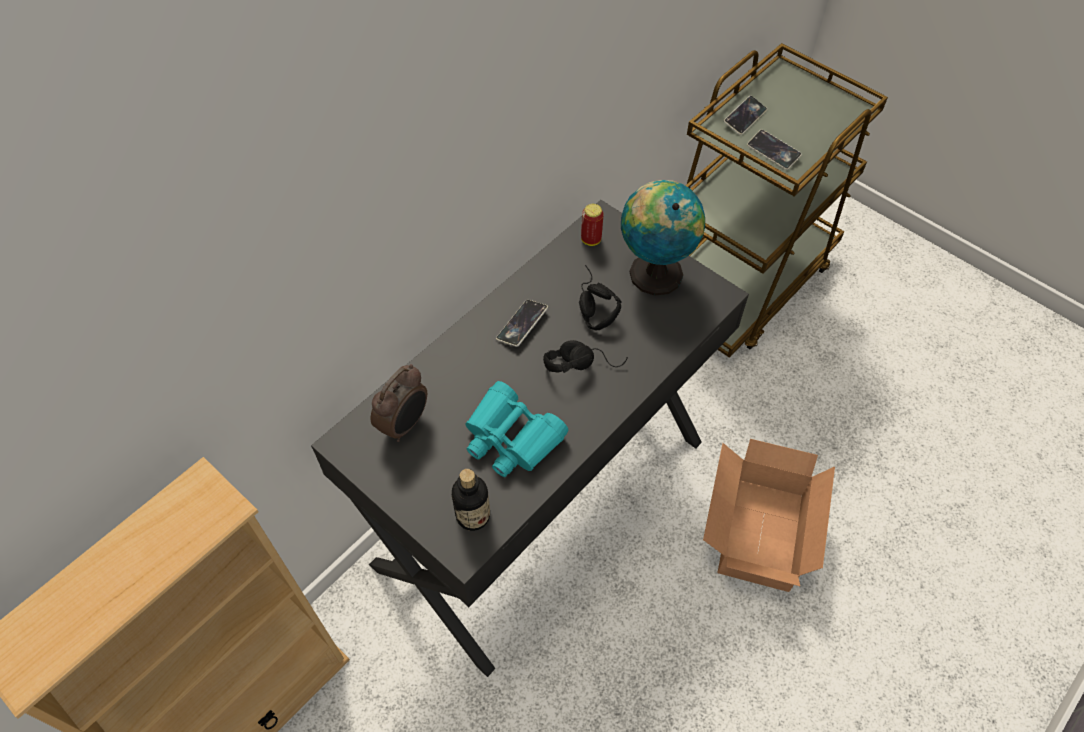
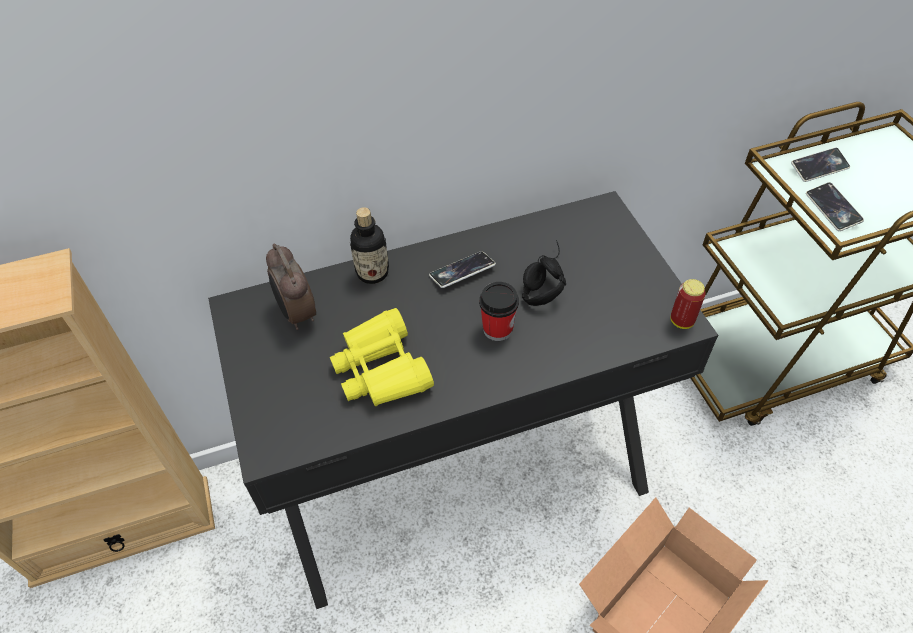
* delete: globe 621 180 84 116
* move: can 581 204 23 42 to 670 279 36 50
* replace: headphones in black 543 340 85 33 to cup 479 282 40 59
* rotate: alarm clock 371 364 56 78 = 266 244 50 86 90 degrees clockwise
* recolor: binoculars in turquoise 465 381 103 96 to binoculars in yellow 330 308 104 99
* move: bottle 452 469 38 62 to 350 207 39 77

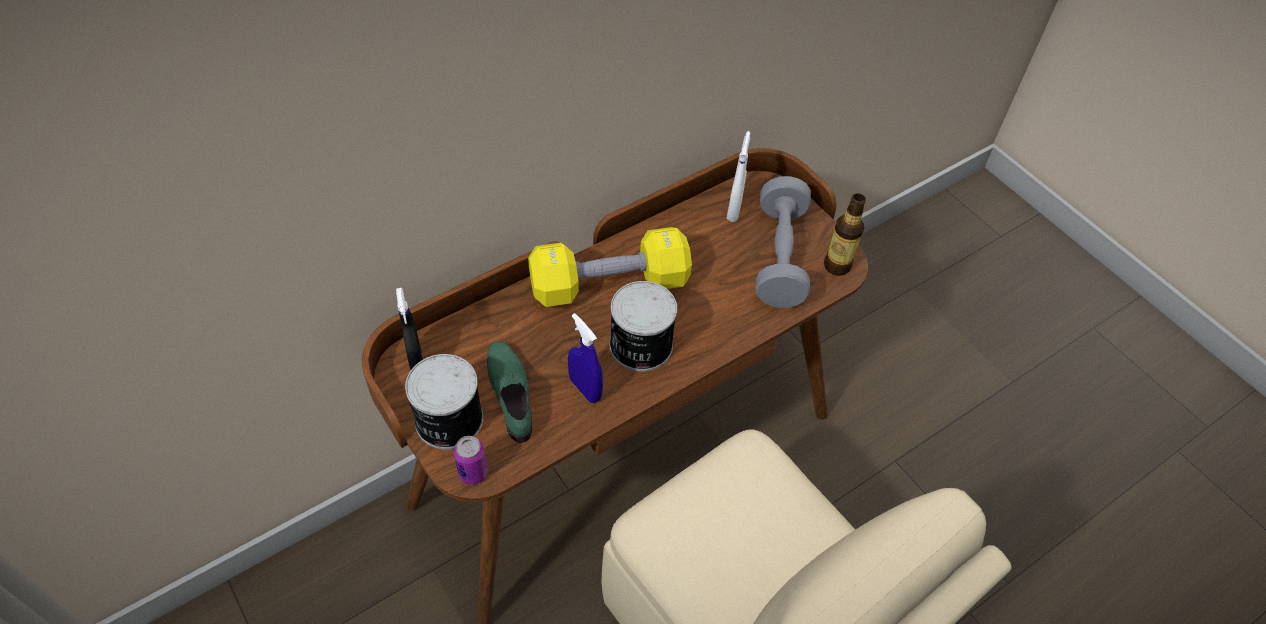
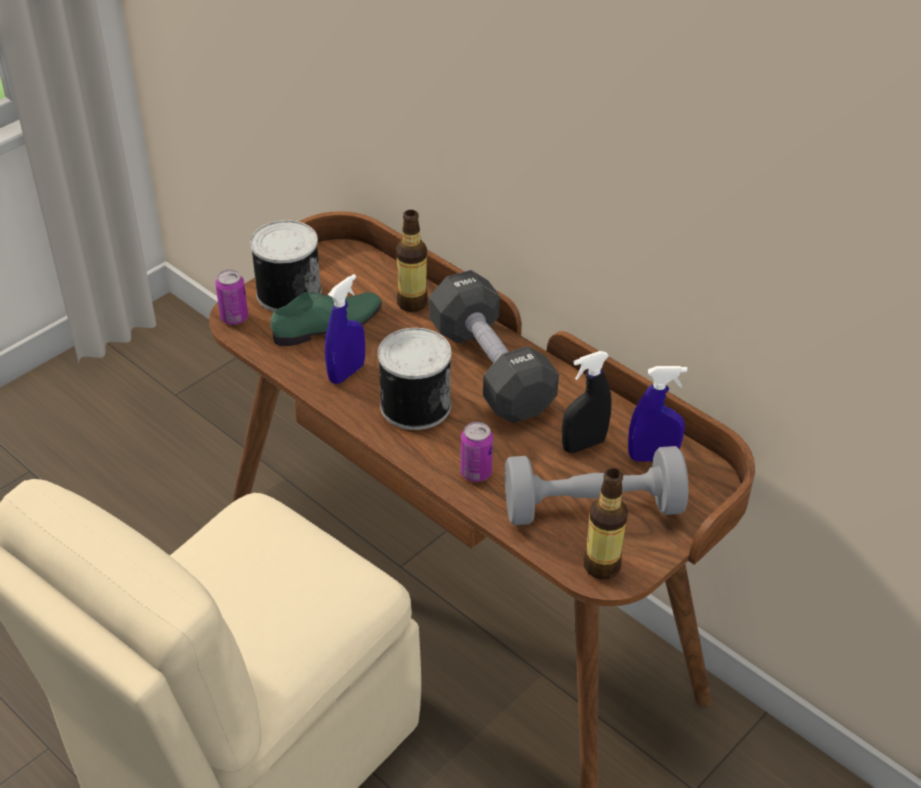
* recolor: spray bottle in white 727 131 23 91 to spray bottle in blue 628 366 60 96
* recolor: dumbbell in yellow 528 227 164 80 to dumbbell in black 429 270 130 153
* move: spray bottle in black 396 288 27 82 to 562 351 50 102
* insert: bottle 396 210 32 102
* insert: can 461 422 32 60

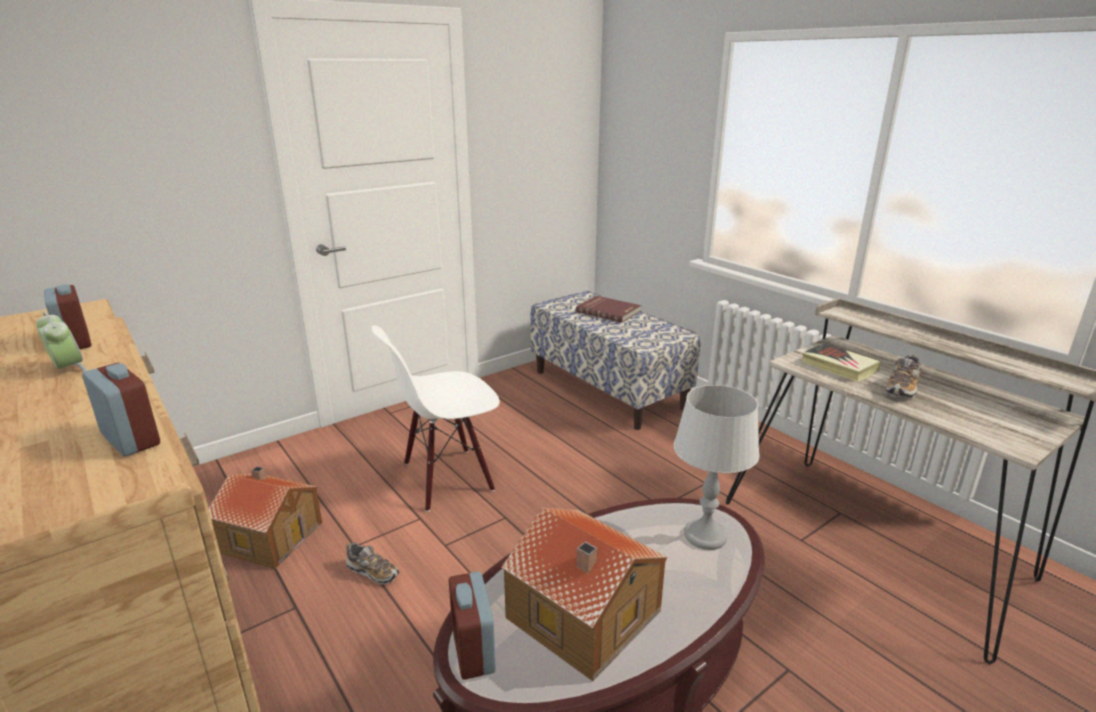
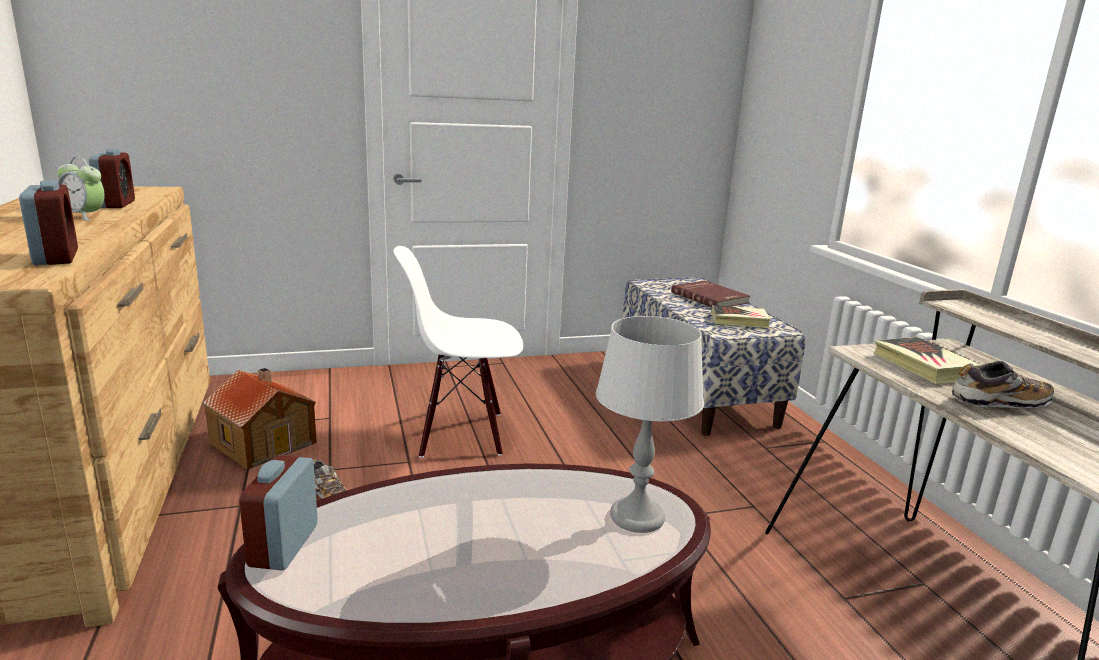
* rotate: alarm clock 36 311 52 61 = 57 157 48 64 135 degrees clockwise
* rotate: shoe 886 355 35 43 = 951 361 103 47 150 degrees counterclockwise
* delete: toy house 501 508 166 173
* insert: book 711 305 60 23

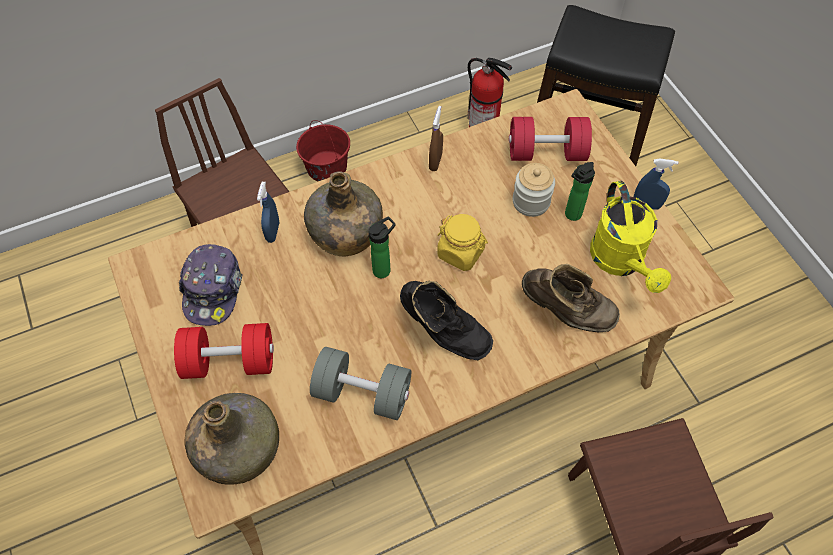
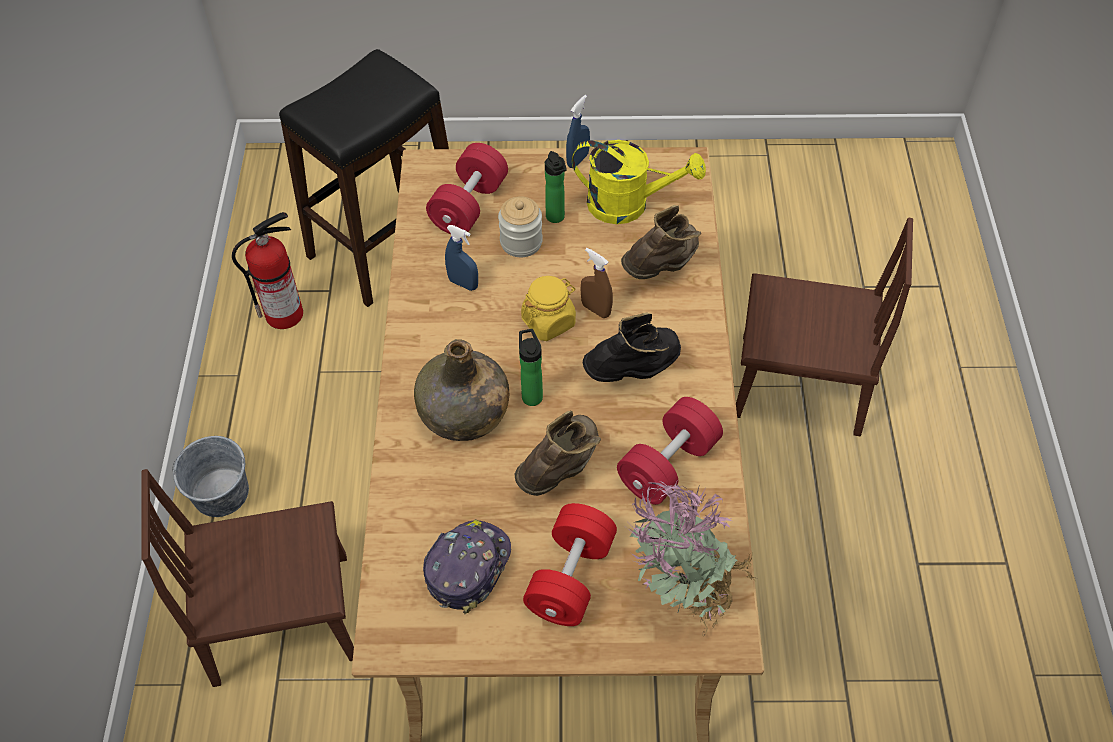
* move: spray bottle in brown 429 106 14 65 to 581 248 32 70
* recolor: bucket in red 296 120 54 61 to bucket in grey 172 436 77 81
* move: spray bottle in blue 257 182 22 61 to 445 225 33 66
* rotate: cap 179 244 63 82 = 423 519 88 95 90 degrees counterclockwise
* recolor: dumbbell in grey 310 347 101 73 to dumbbell in red 617 397 106 108
* replace: bottle in green 185 393 94 92 to potted plant 627 479 128 157
* insert: boot in brown 515 411 86 85

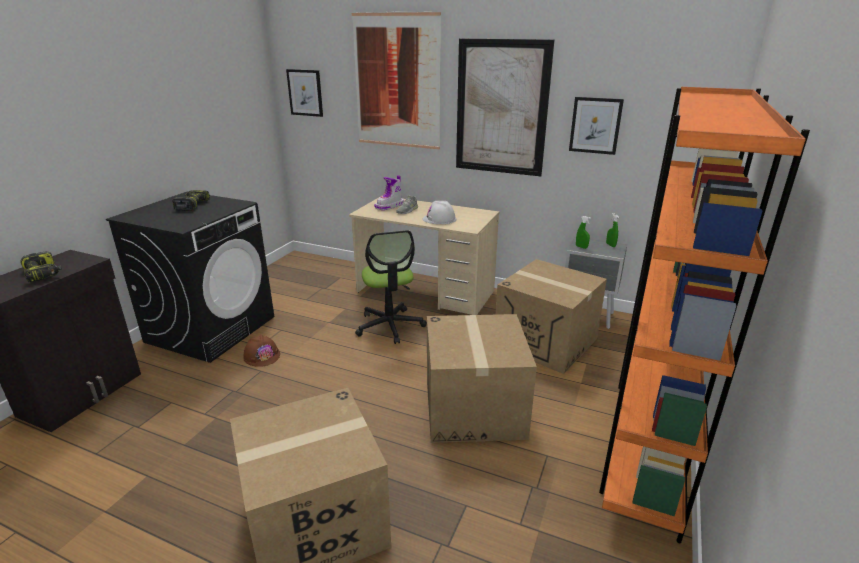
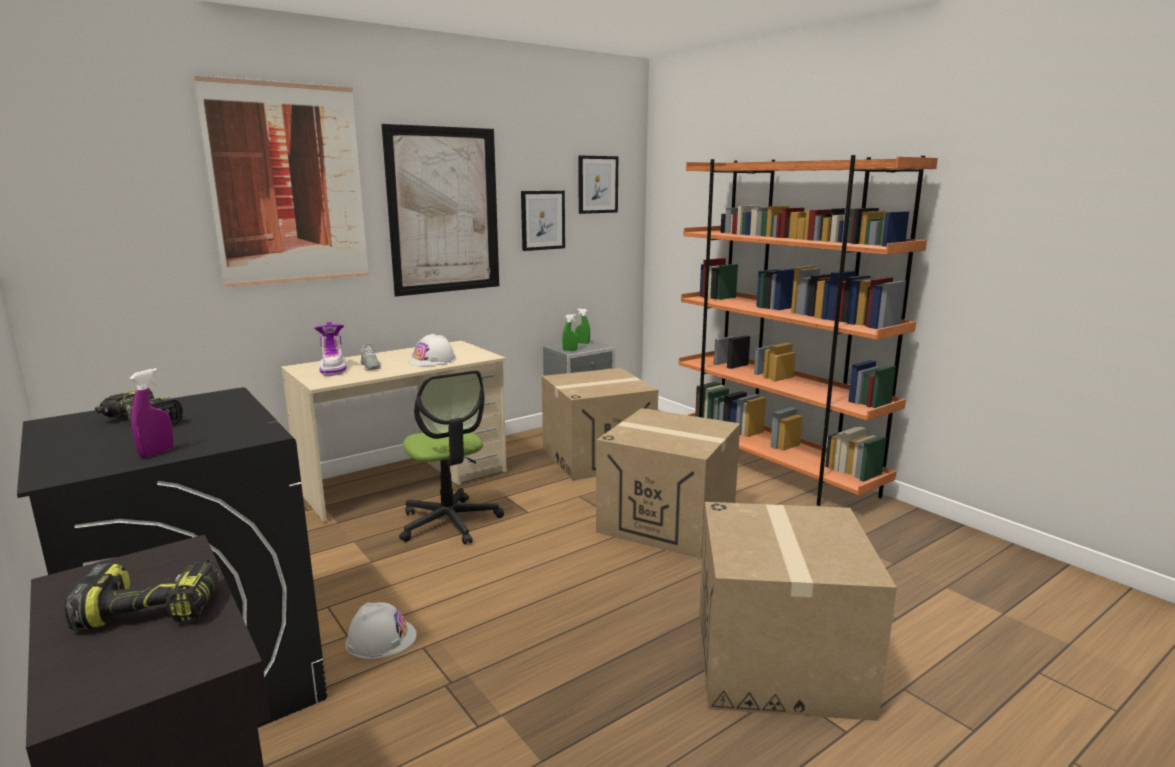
* move: picture 286 69 37 48 to 578 156 40 58
* rotate: office chair 355 230 72 114 = 399 370 105 175 45 degrees clockwise
* recolor: hard hat in brown 243 334 37 33 to hard hat in white 345 602 72 57
* insert: spray bottle in purple 130 368 43 90

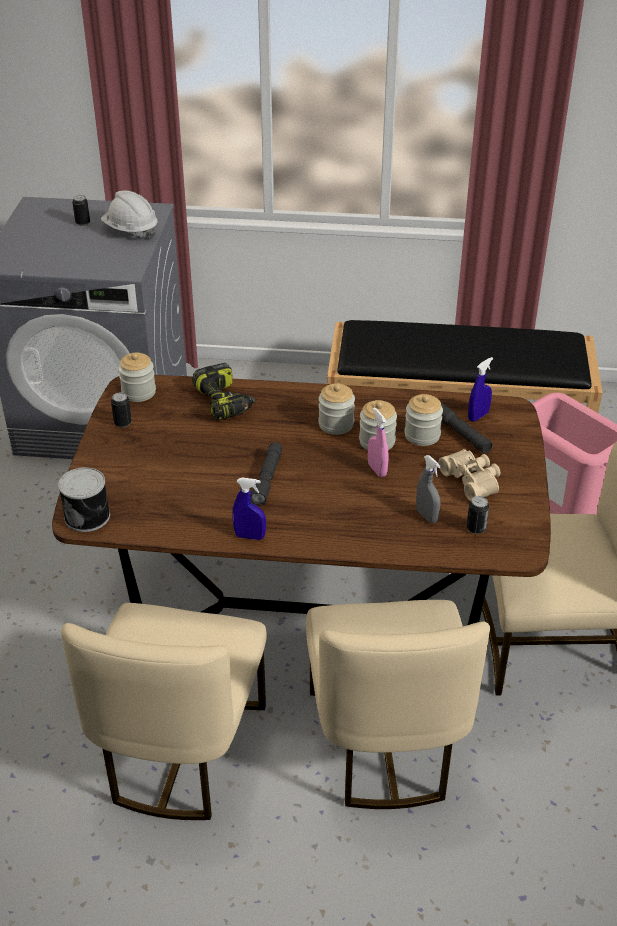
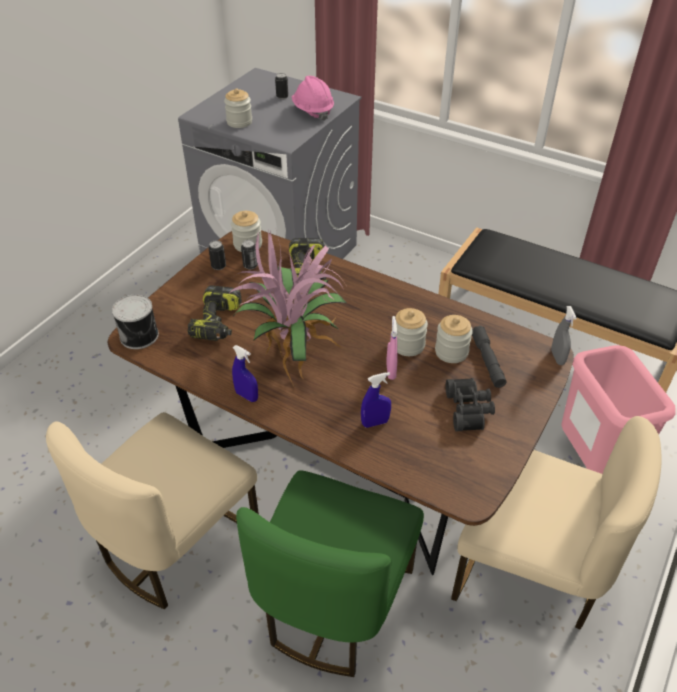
* recolor: hard hat in white 101 191 56 48 to hard hat in pink 292 76 42 45
* move: spray bottle in blue 468 357 25 65 to 361 372 30 56
* move: jar 318 383 37 52 to 224 88 28 40
* replace: flashlight in grey 250 442 32 64 to potted plant 229 230 118 156
* recolor: binoculars in beige 438 449 62 52 to binoculars in black 446 378 49 53
* move: spray bottle in grey 416 455 25 68 to 551 306 26 59
* move: can 467 496 22 38 to 241 240 17 29
* recolor: chair in beige 306 600 184 209 to chair in green 236 470 188 207
* insert: power drill 188 285 54 56

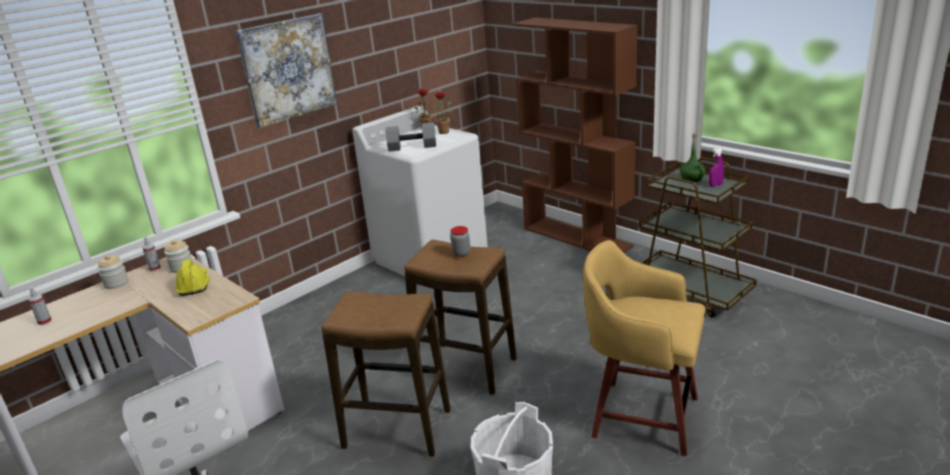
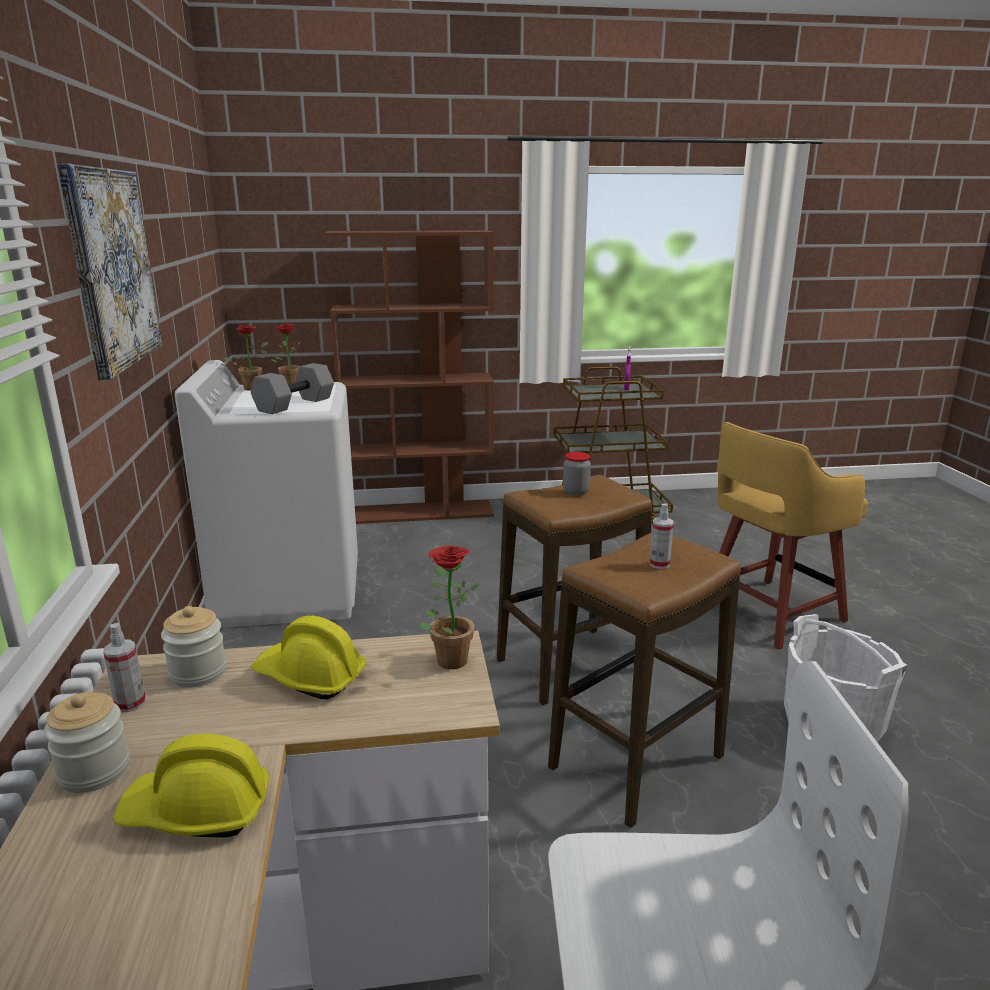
* delete: bottle in green 680 133 26 49
* move: spray bottle 28 287 24 38 to 650 503 24 66
* insert: potted plant 420 545 59 124
* insert: hard hat in yellow 114 734 156 104

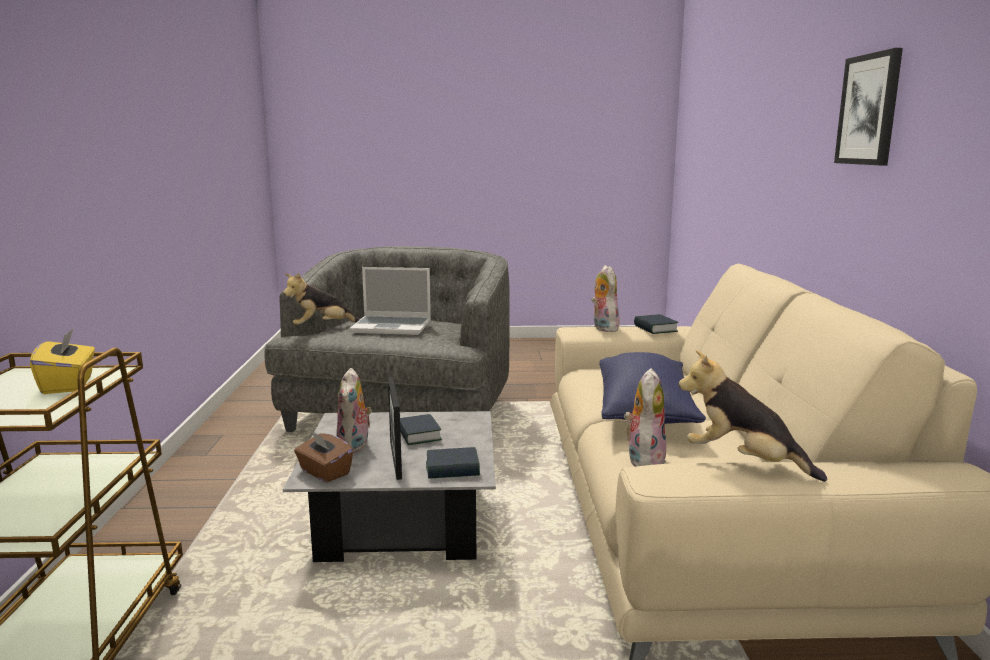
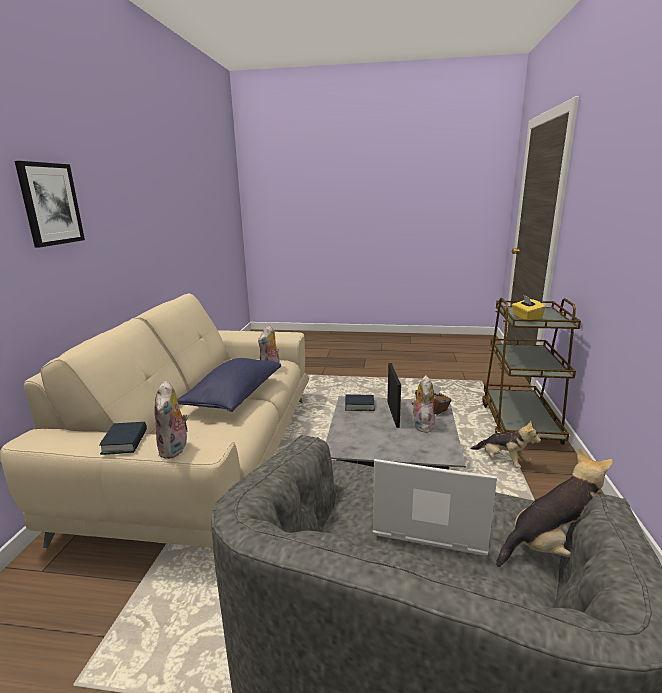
* move: plush toy 679 350 148 132 to 470 420 71 48
* delete: book 400 414 42 31

